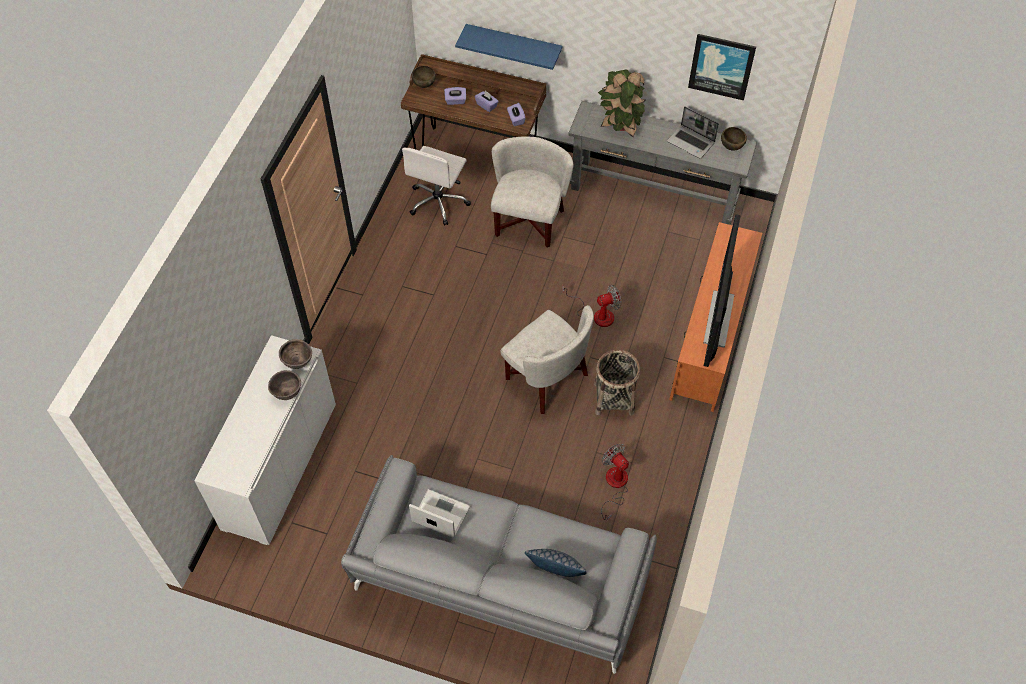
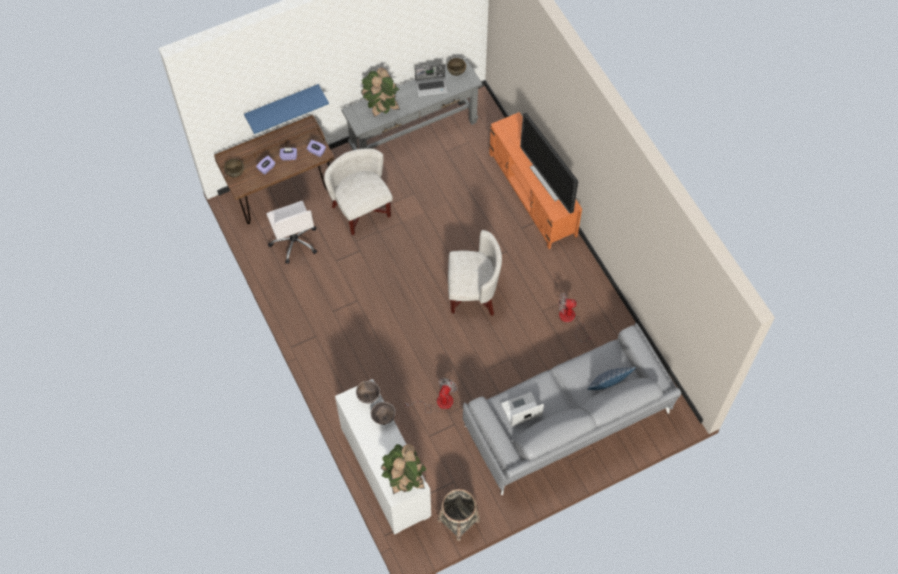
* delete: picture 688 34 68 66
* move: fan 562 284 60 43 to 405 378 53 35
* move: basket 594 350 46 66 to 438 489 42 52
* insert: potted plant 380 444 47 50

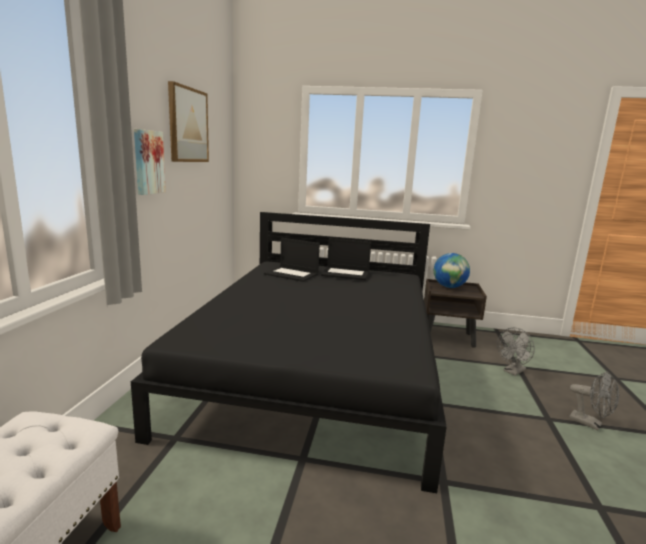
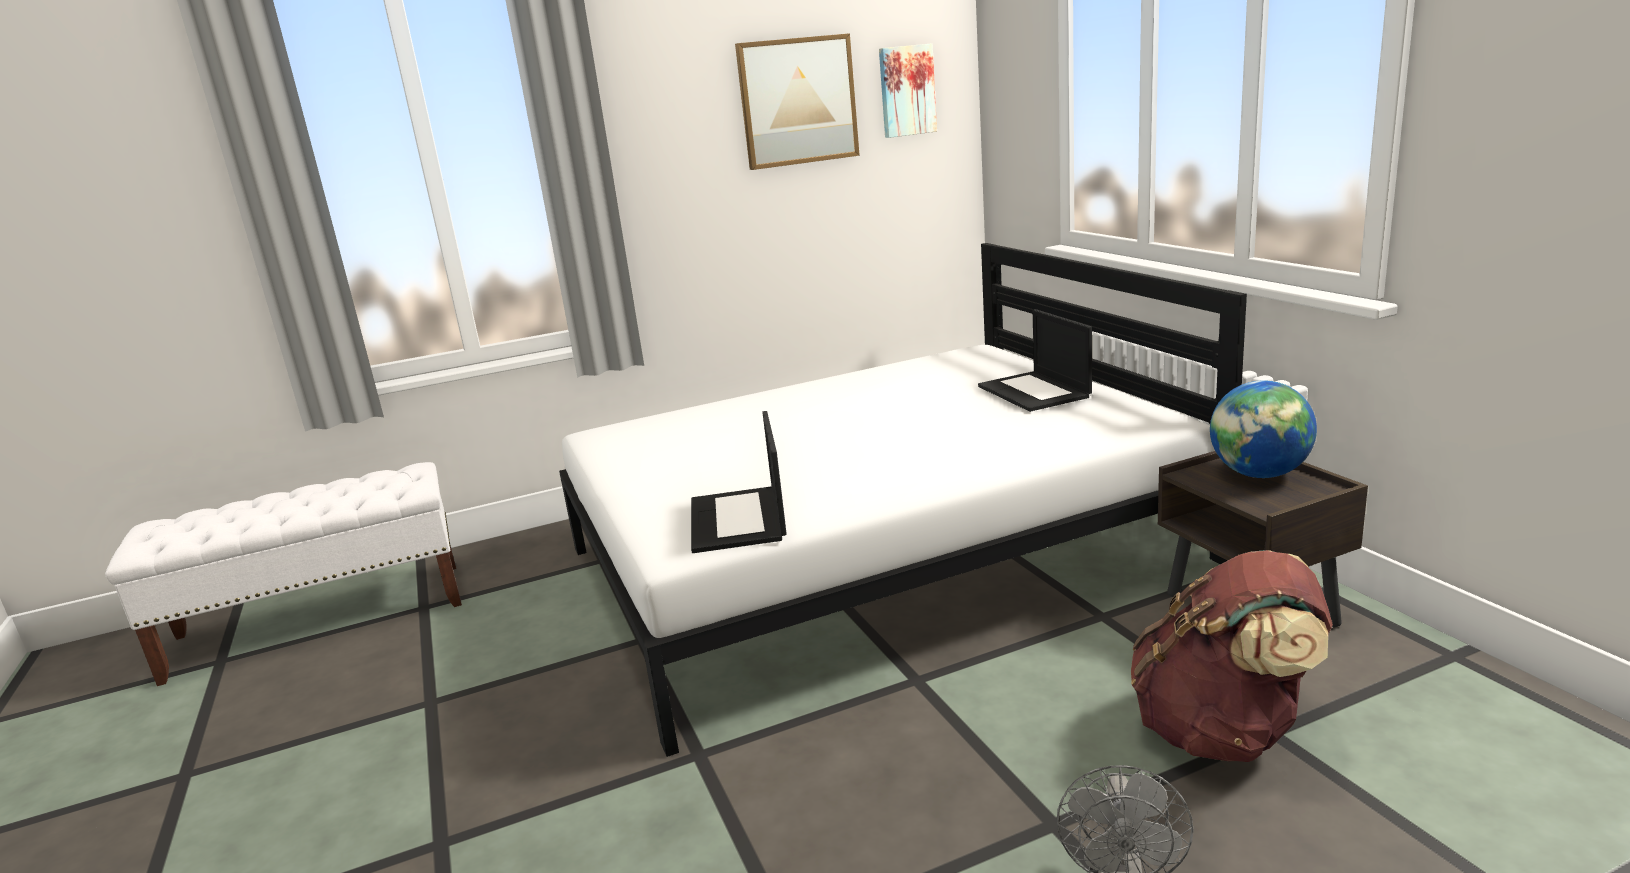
* move: picture 134 129 32 66 to 879 43 58 95
* recolor: bed in black 131 212 316 281 to bed in white 559 243 688 514
* move: laptop 264 238 56 44 to 691 411 96 142
* replace: fan in grey 497 328 38 48 to backpack in brown 1131 550 202 212

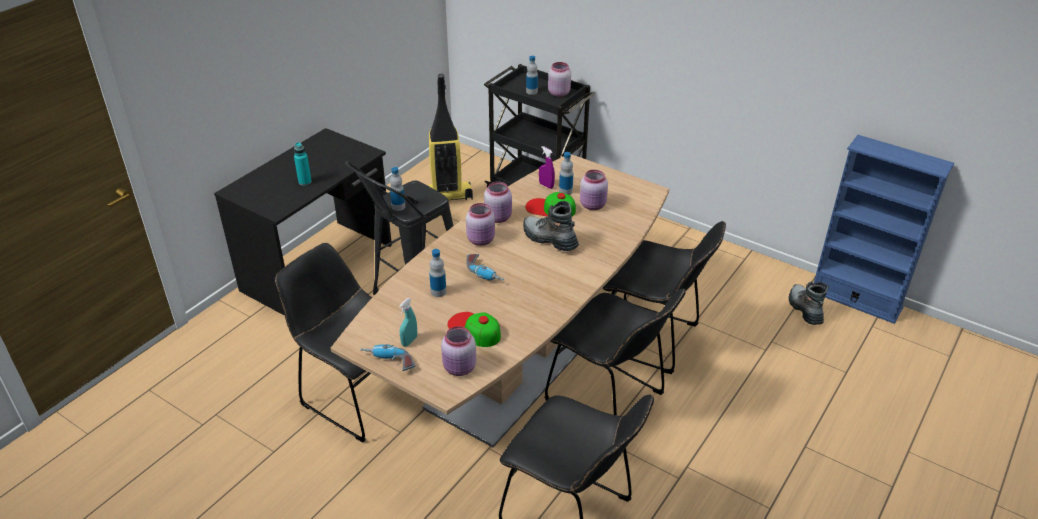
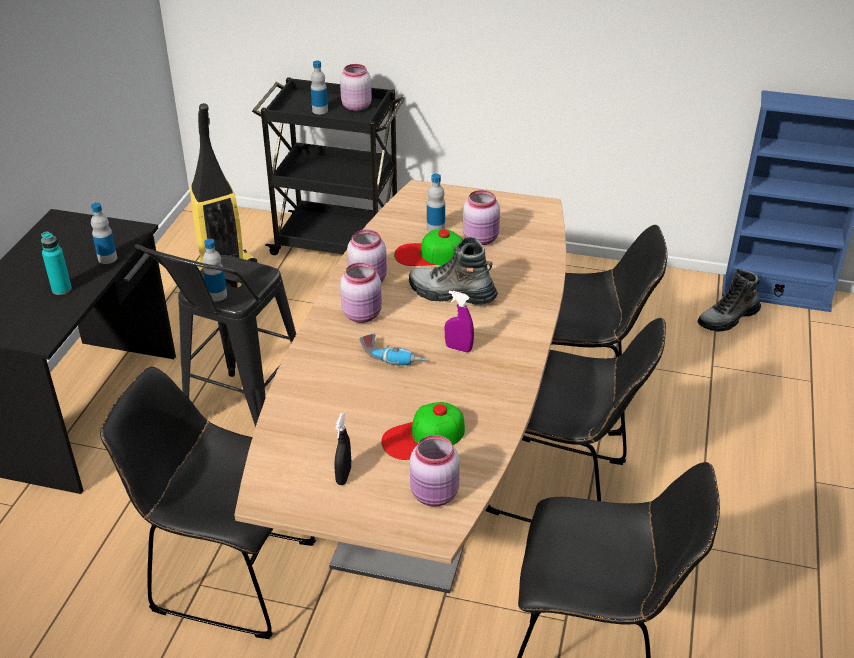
* move: spray bottle in purple 539 146 16 43 to 444 290 30 63
* move: bottle 429 249 17 48 to 91 203 26 61
* rotate: boot 789 282 39 43 = 698 269 63 63 90 degrees counterclockwise
* recolor: spray bottle in turquoise 399 298 18 49 to spray bottle in black 334 413 17 72
* rotate: cap 448 312 53 35 = 381 402 84 58 45 degrees counterclockwise
* delete: power drill 361 344 54 27

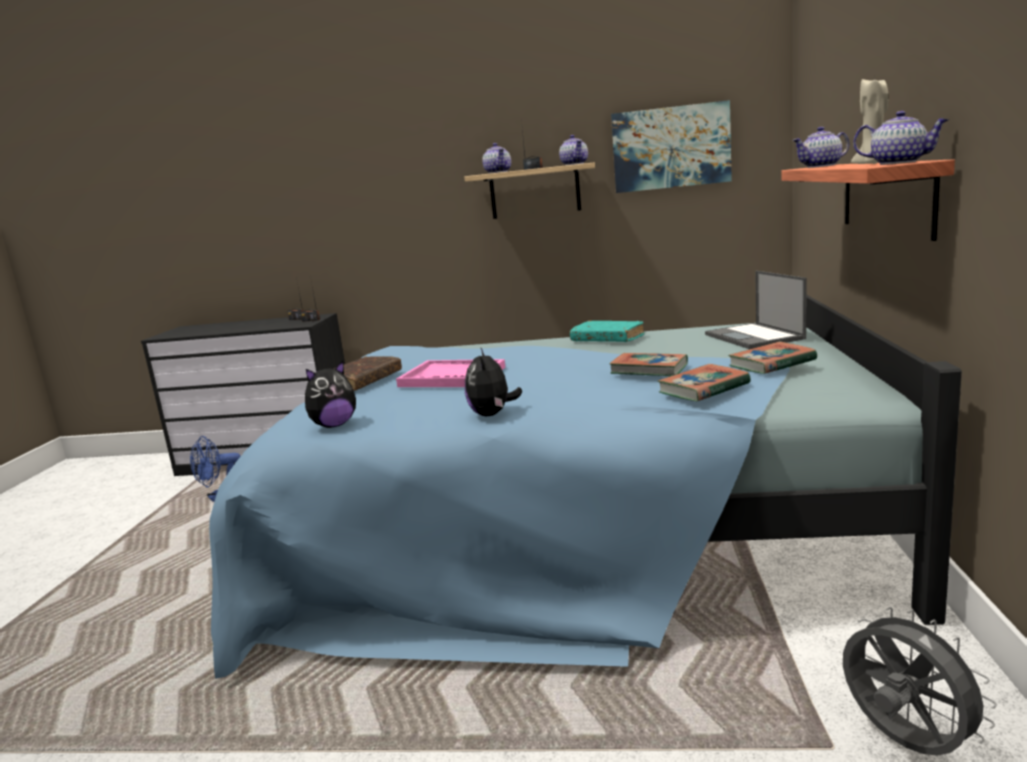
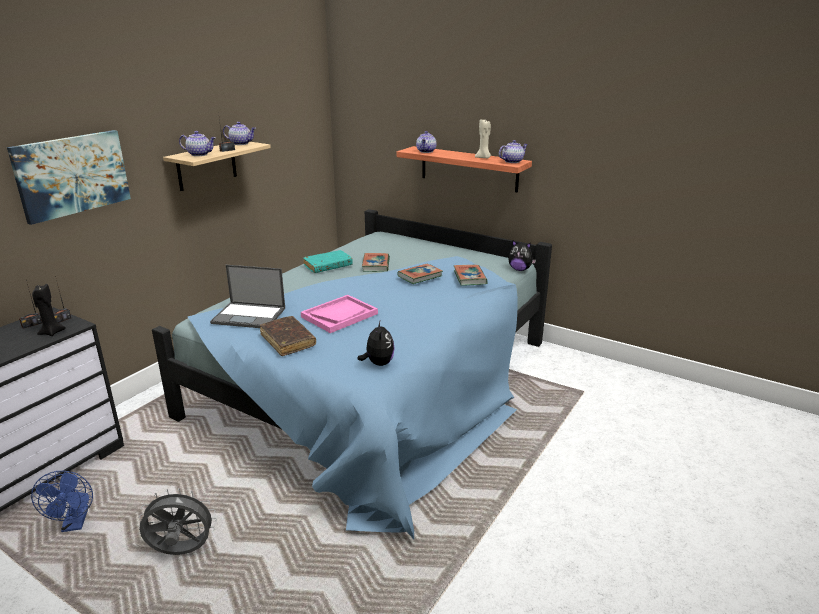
* move: picture 611 100 121 93 to 7 130 124 95
* move: laptop 705 271 102 78 to 210 265 75 63
* move: book 728 342 89 32 to 362 253 28 19
* move: plush toy 465 348 57 68 to 508 240 28 31
* move: fan in grey 843 607 154 149 to 139 488 78 67
* insert: candle in black 32 284 34 52

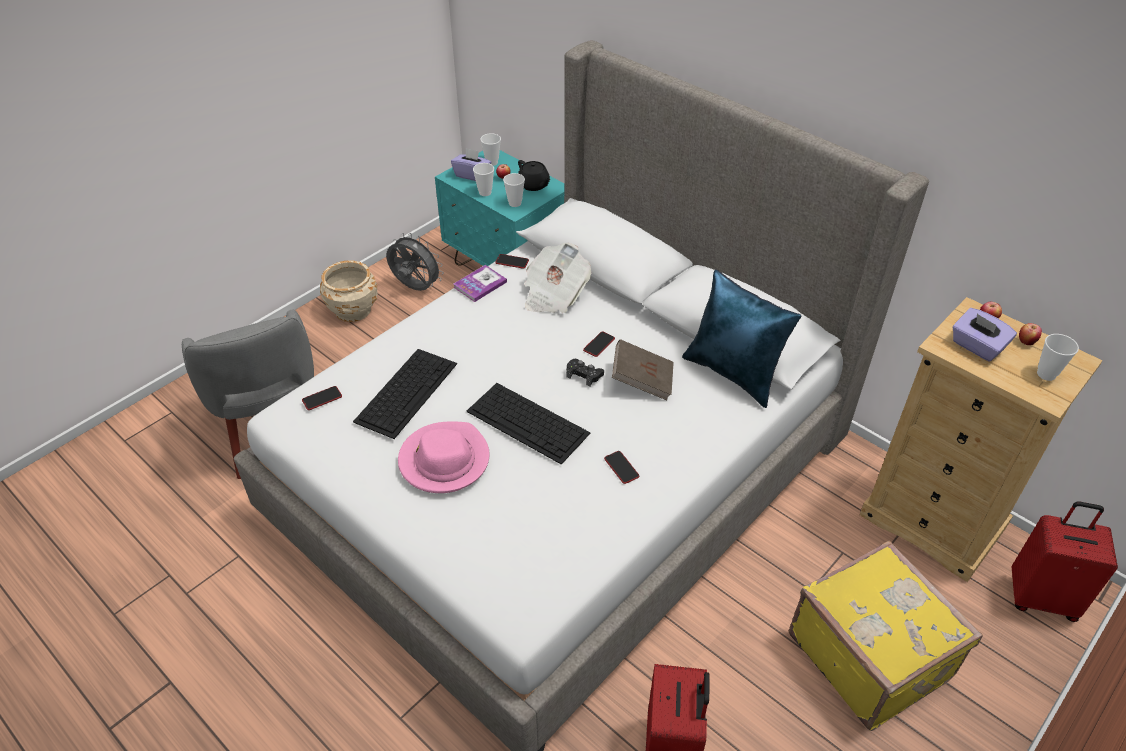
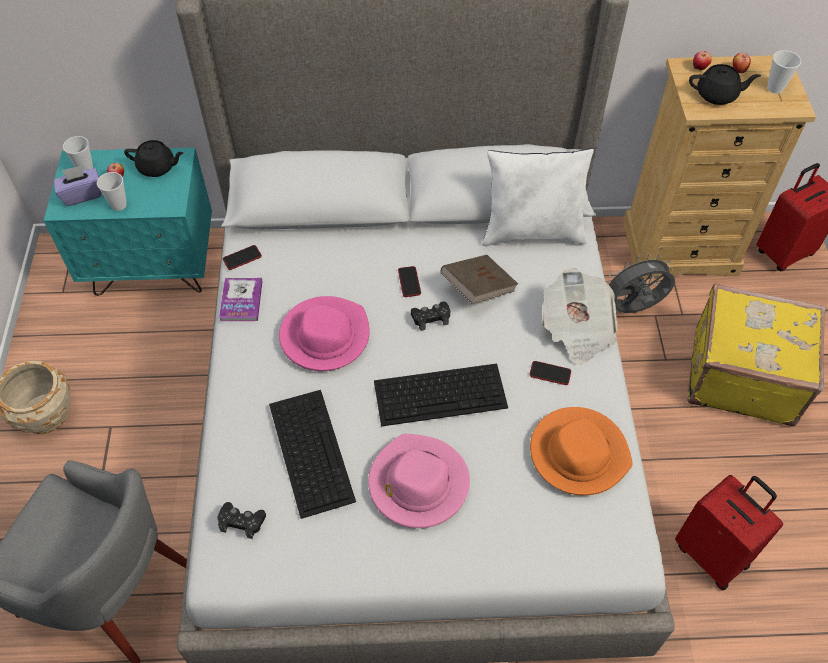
* delete: cup 503 173 22 34
* move: fan in grey 386 233 58 58 to 605 254 70 59
* move: newspaper 524 243 67 70 to 542 268 75 97
* recolor: pillow in blue 682 270 119 138 to pillow in white 482 148 112 98
* replace: tissue box in purple 953 308 64 54 to teapot in black 689 64 72 41
* replace: phone 302 386 40 24 to game controller in black 217 502 49 37
* insert: hat in pink 279 296 91 75
* insert: hat in orange 530 407 103 88

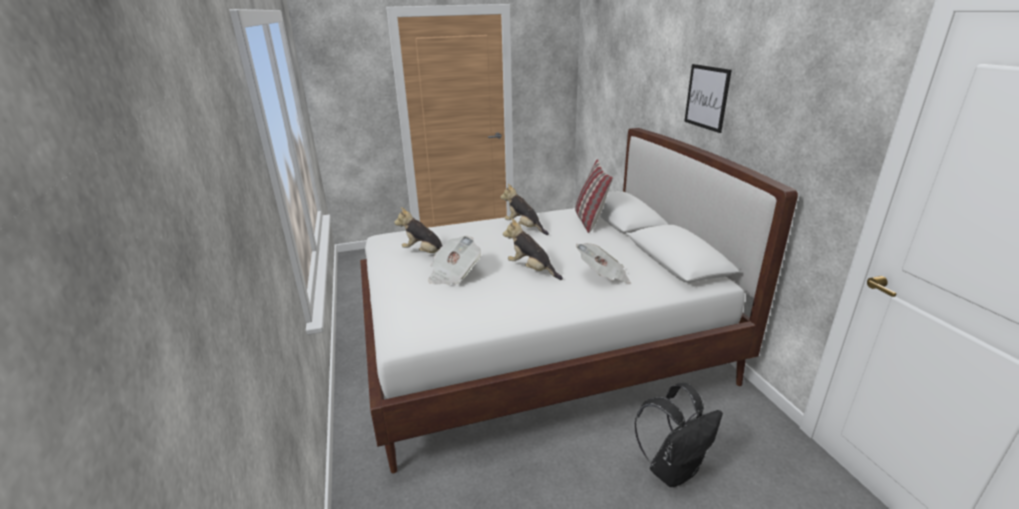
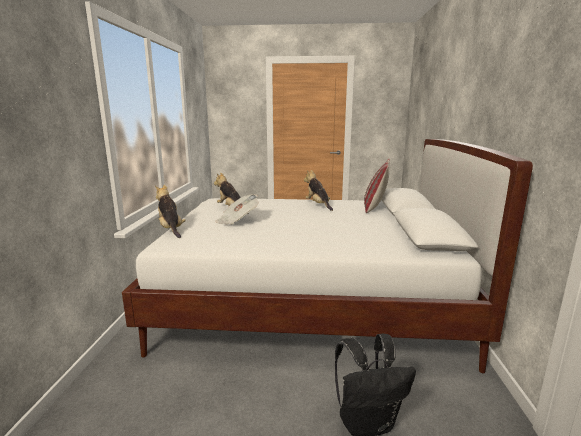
* delete: picture 684 64 48 69
* move: plush toy 503 218 60 62 to 155 185 31 53
* delete: newspaper 576 243 54 41

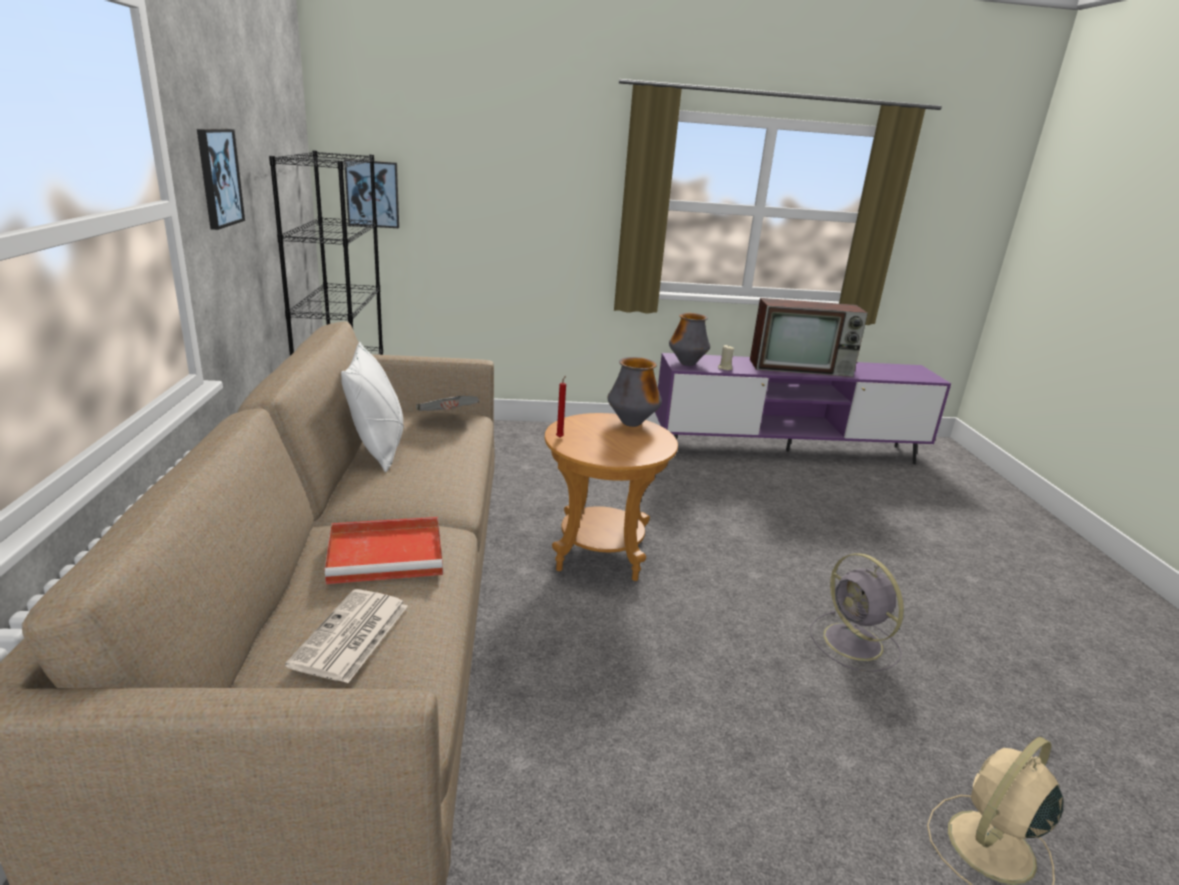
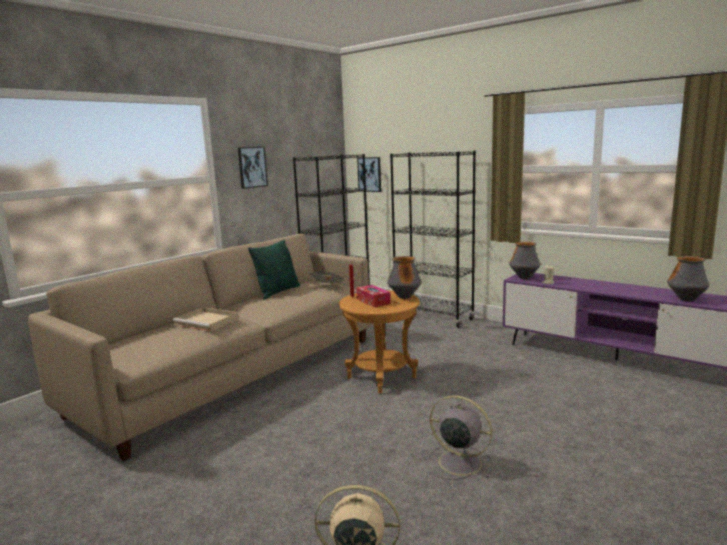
* delete: television 750 298 118 79
* recolor: pillow in white 341 342 63 130 to pillow in green 248 240 52 60
* recolor: tray in red 324 517 119 67 to tray in beige 173 307 66 24
* rotate: fan in grey 810 553 94 119 = 426 395 66 85 105 degrees clockwise
* delete: newspaper 285 589 123 94
* insert: bookcase in black 390 151 86 177
* insert: vase 667 256 42 46
* insert: tissue box 356 285 35 23

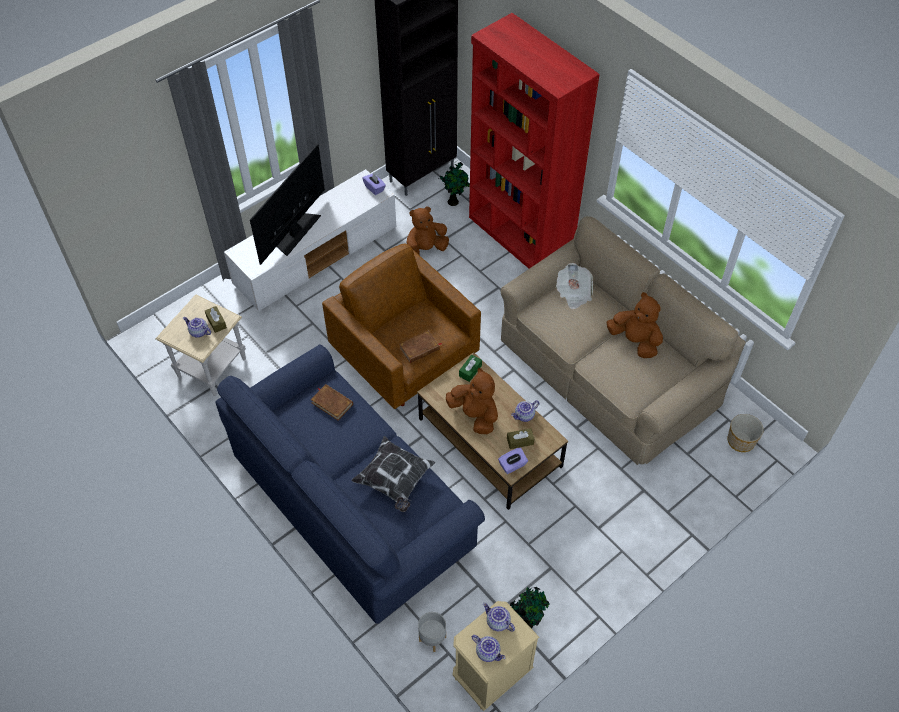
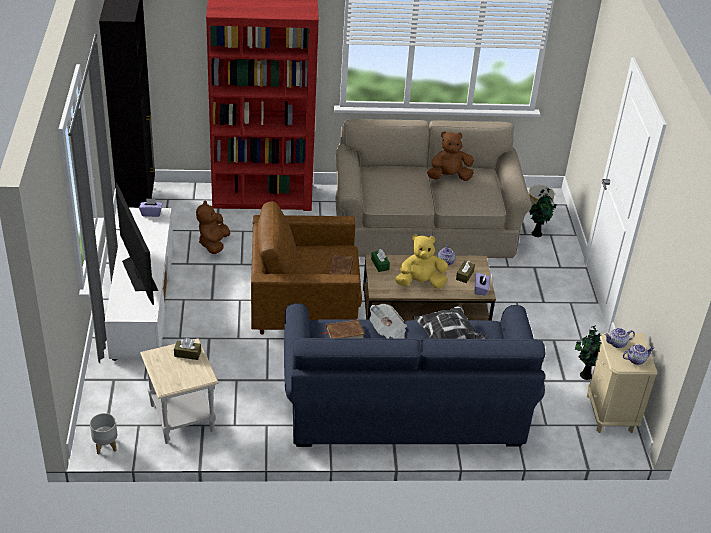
* move: potted plant 438 161 32 45 to 529 189 28 48
* move: newspaper 556 263 37 46 to 370 304 37 35
* delete: teapot 183 317 28 20
* recolor: plush toy in brown 446 368 52 66 to plush toy in yellow 395 234 53 55
* move: planter in grey 418 612 28 40 to 90 413 27 42

